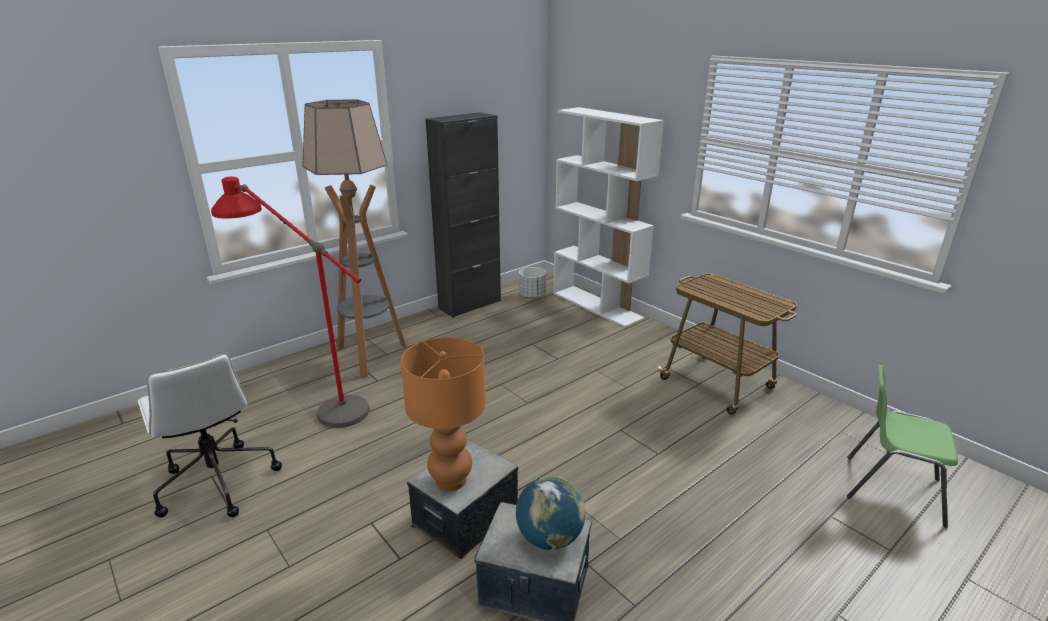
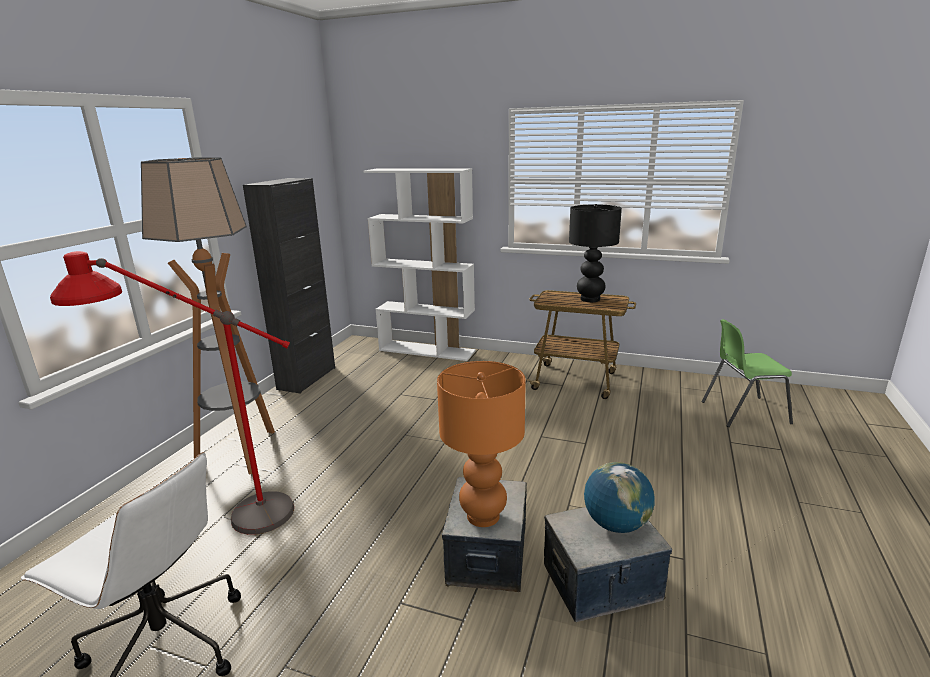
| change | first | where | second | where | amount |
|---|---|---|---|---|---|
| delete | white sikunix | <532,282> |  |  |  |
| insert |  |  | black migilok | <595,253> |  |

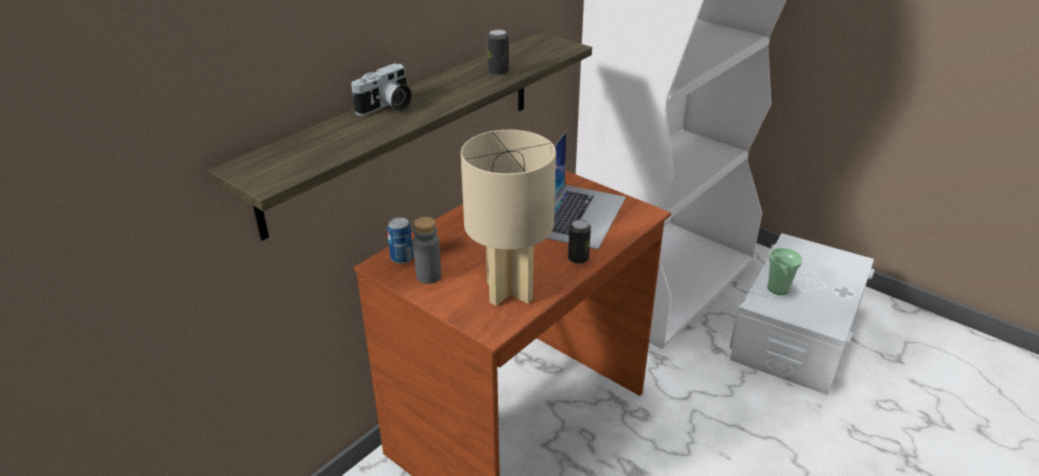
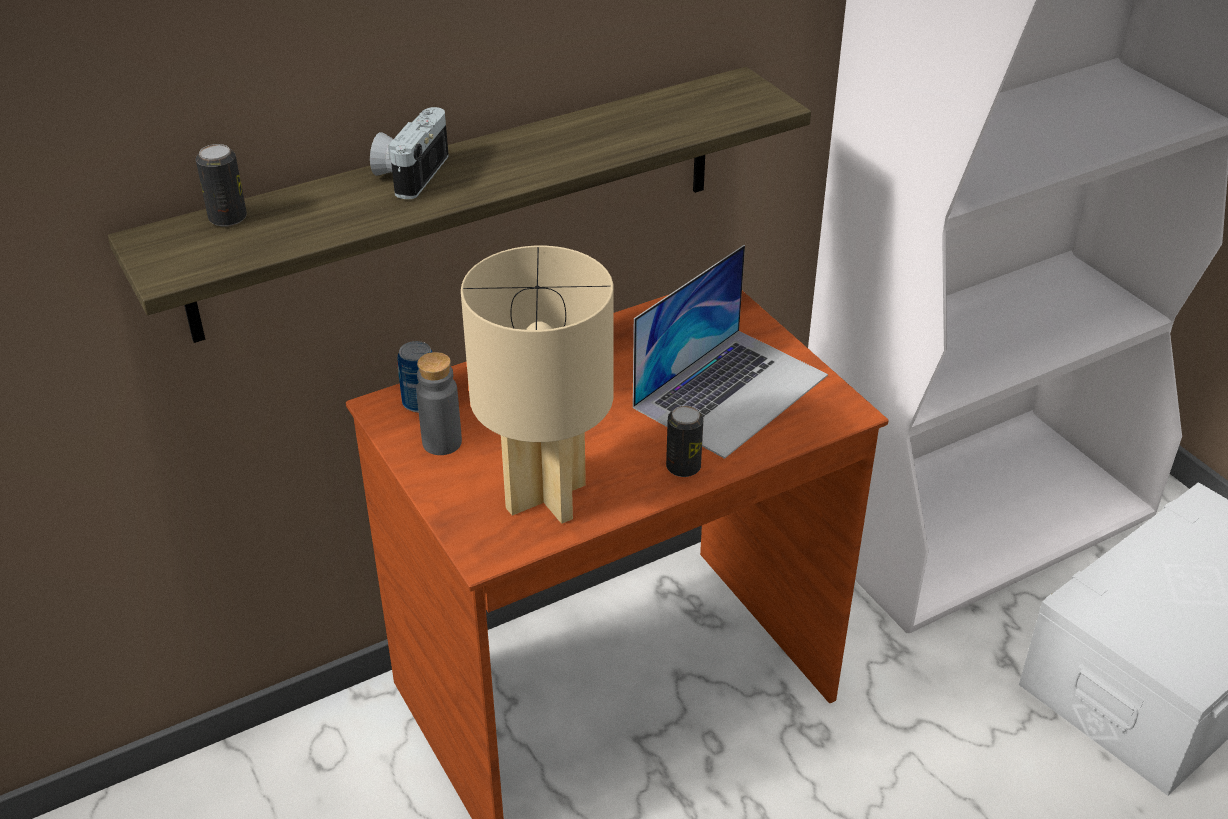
| change | first | where | second | where | amount |
|---|---|---|---|---|---|
| move | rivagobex | <498,52> |  | <221,185> |  |
| rotate | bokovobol | <381,89> |  | <409,153> | 135 degrees clockwise |
| delete | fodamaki | <785,271> |  |  |  |

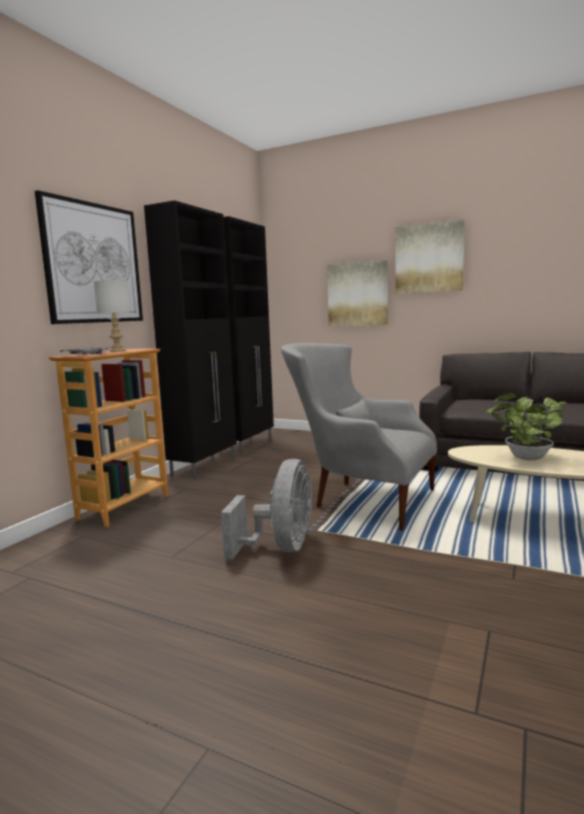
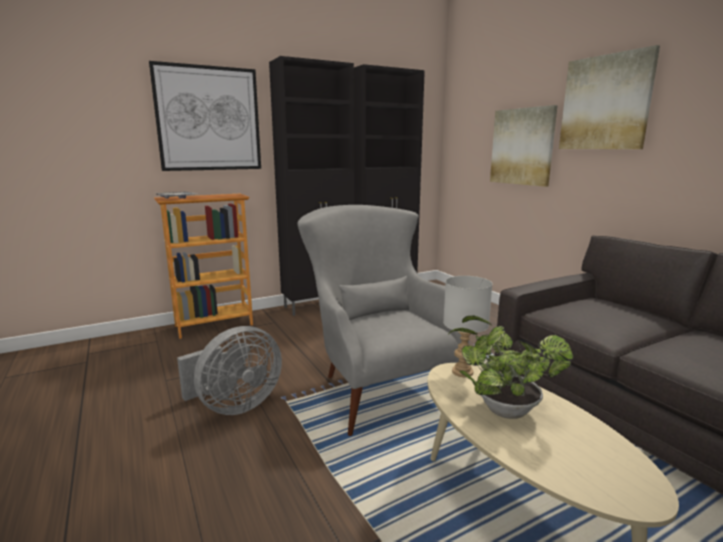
| change | first | where | second | where | amount |
|---|---|---|---|---|---|
| move | grey migilok | <112,316> |  | <468,326> |  |

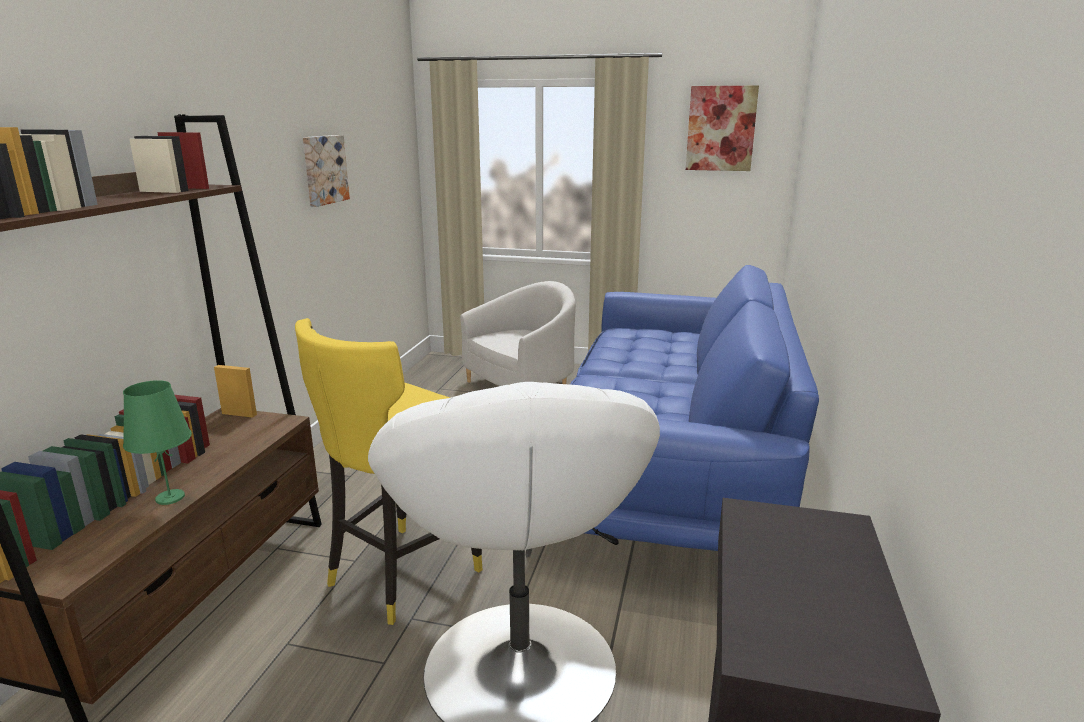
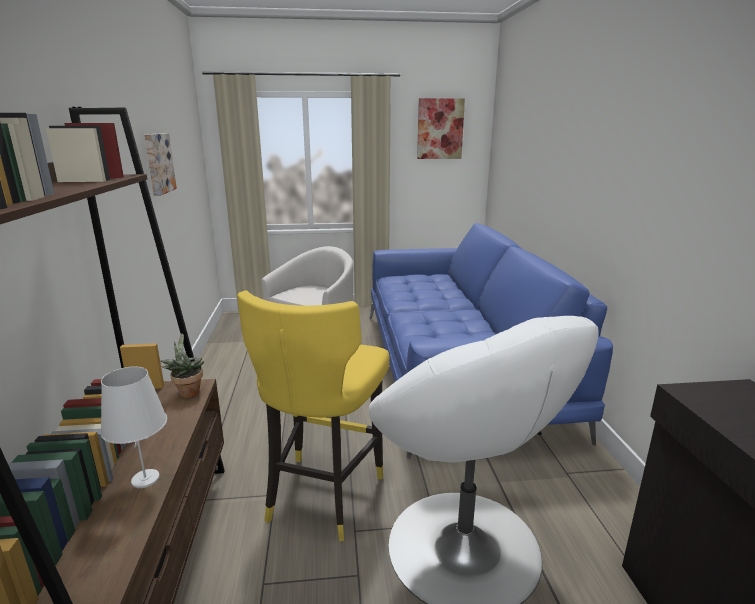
| change | first | where | second | where | amount |
|---|---|---|---|---|---|
| recolor | green migilok | <157,442> | white migilok | <133,427> |  |
| insert |  |  | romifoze | <182,365> |  |

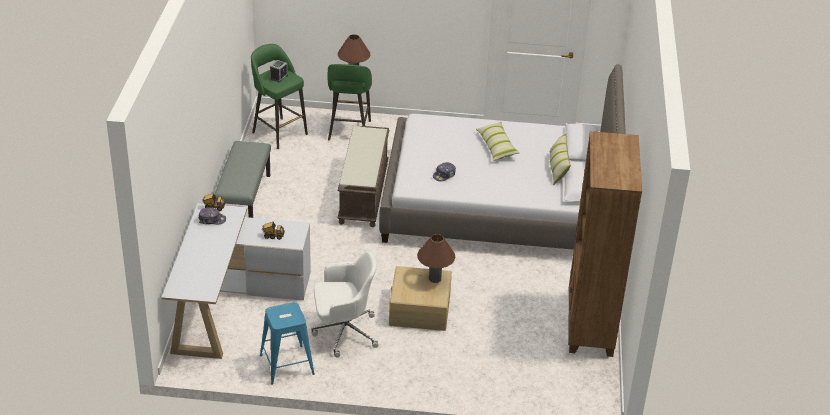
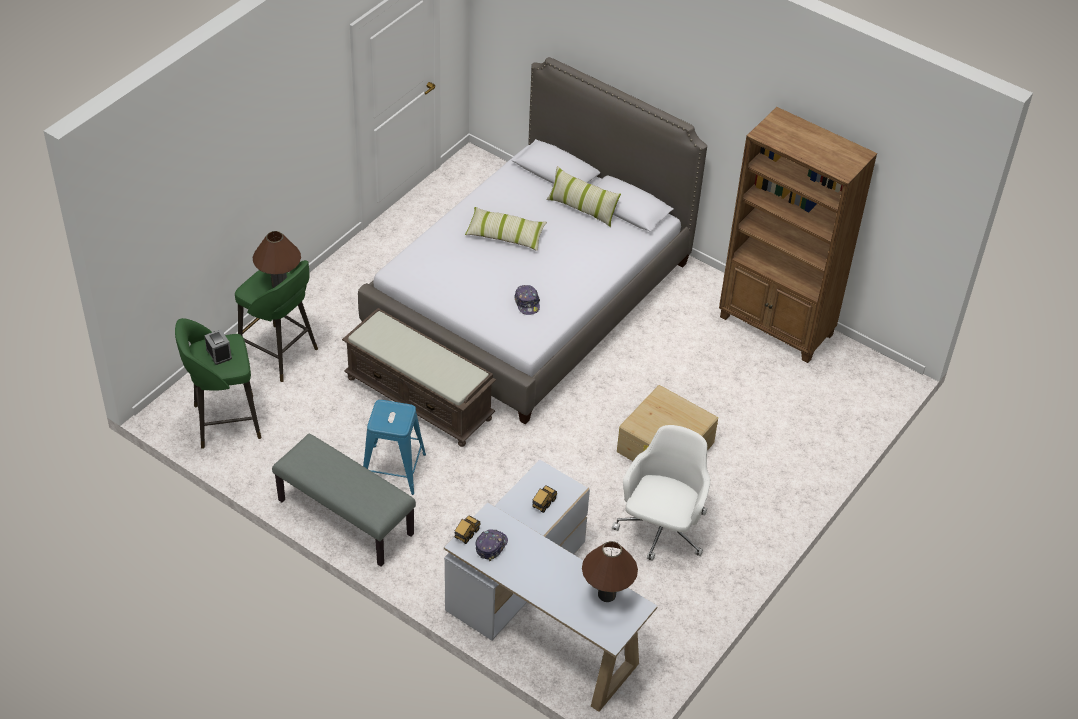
| change | first | where | second | where | amount |
|---|---|---|---|---|---|
| move | brown migilok | <436,258> |  | <610,571> |  |
| move | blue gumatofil | <287,343> |  | <394,447> |  |

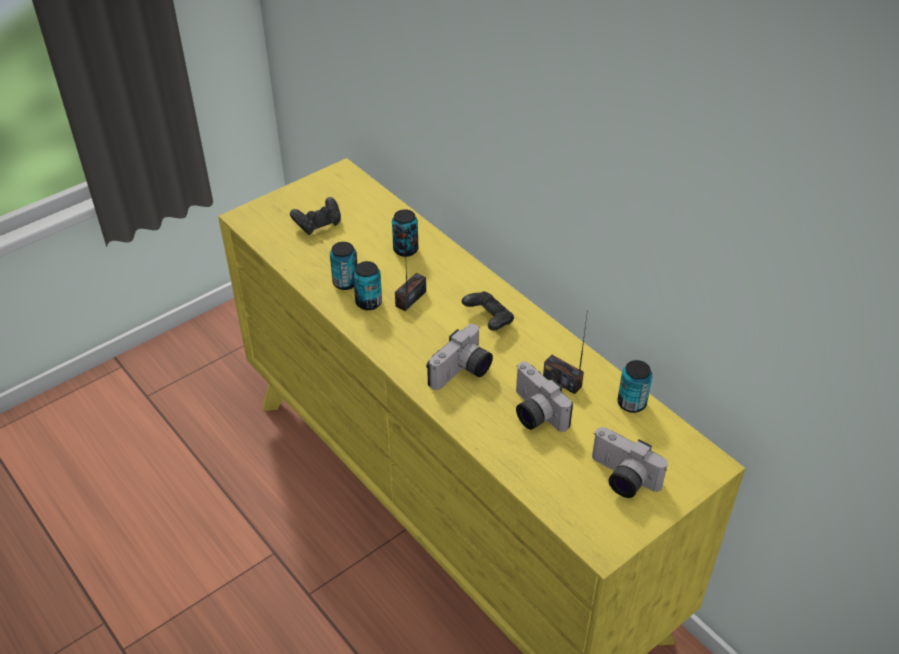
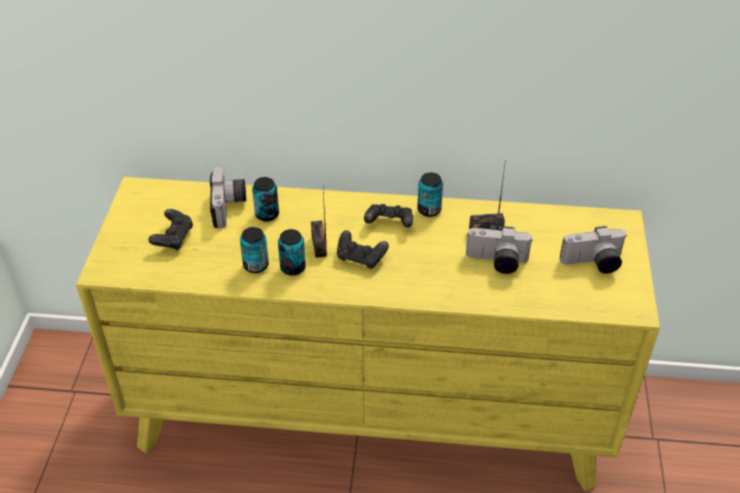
| change | first | where | second | where | amount |
|---|---|---|---|---|---|
| move | bokovobol | <459,357> |  | <228,197> |  |
| move | rivagobex | <634,386> |  | <430,194> |  |
| insert |  |  | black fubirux | <363,249> |  |

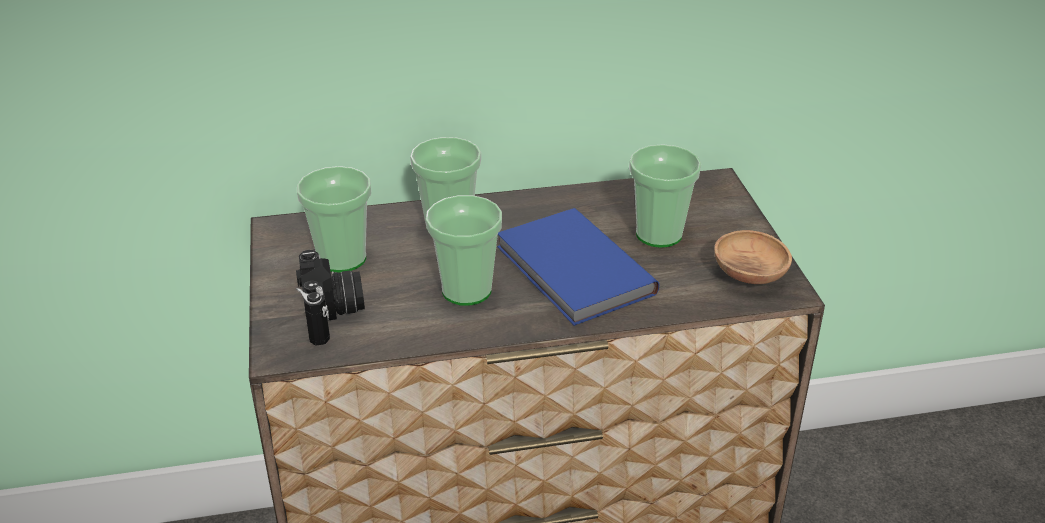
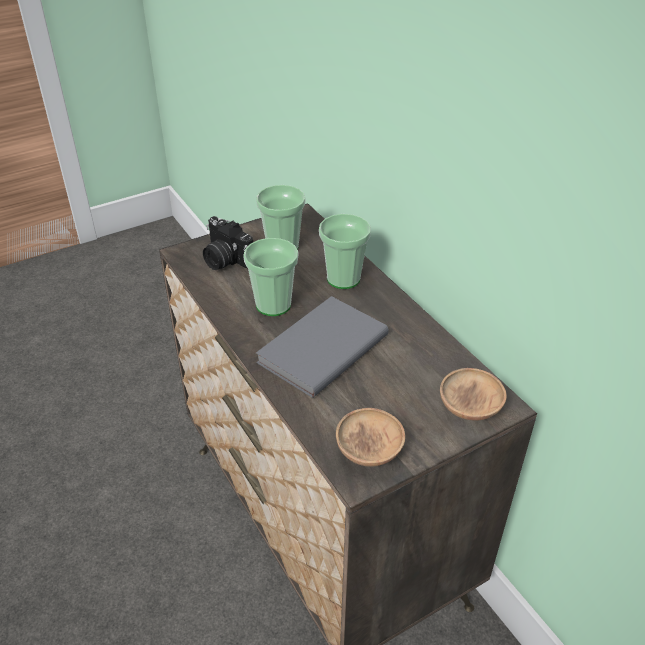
| change | first | where | second | where | amount |
|---|---|---|---|---|---|
| delete | fodamaki | <665,196> |  |  |  |
| recolor | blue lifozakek | <578,267> | grey lifozakek | <322,347> |  |
| rotate | bokovobol | <330,298> |  | <228,243> | 75 degrees clockwise |
| insert |  |  | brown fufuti | <473,394> |  |

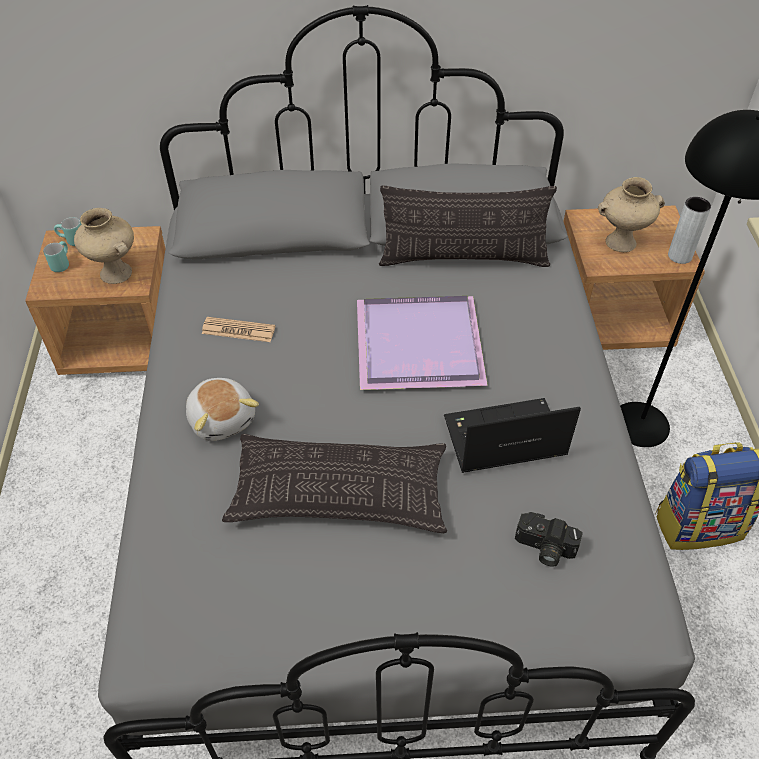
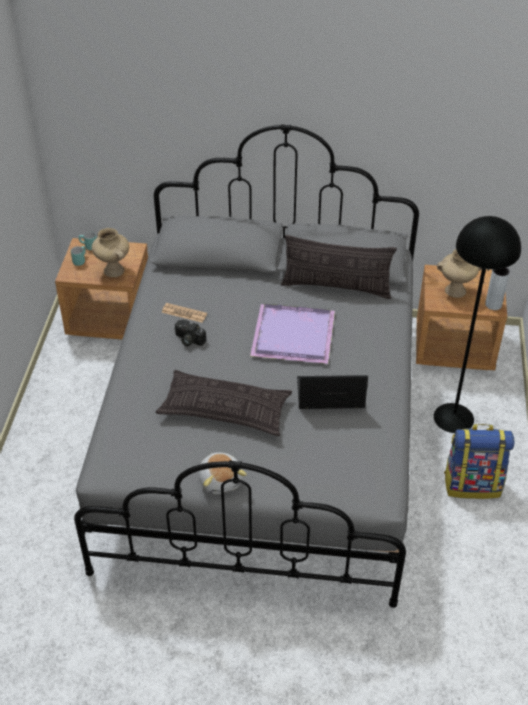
| change | first | where | second | where | amount |
|---|---|---|---|---|---|
| move | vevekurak | <222,409> |  | <222,473> |  |
| move | bokovobol | <549,539> |  | <190,332> |  |

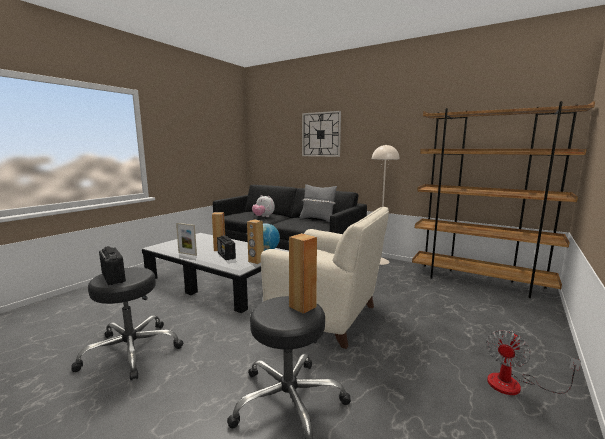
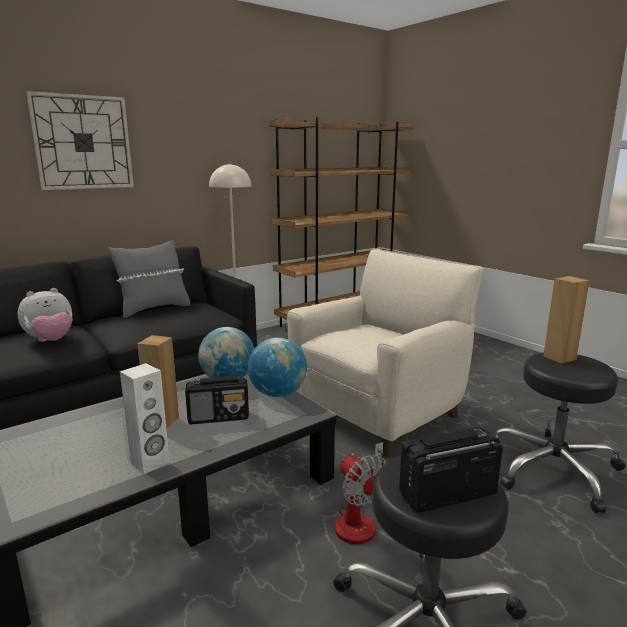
| change | first | where | second | where | amount |
|---|---|---|---|---|---|
| replace | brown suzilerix | <255,242> | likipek | <277,367> |  |
| replace | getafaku | <186,239> | white suzilerix | <145,418> |  |
| move | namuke | <533,362> |  | <361,493> |  |

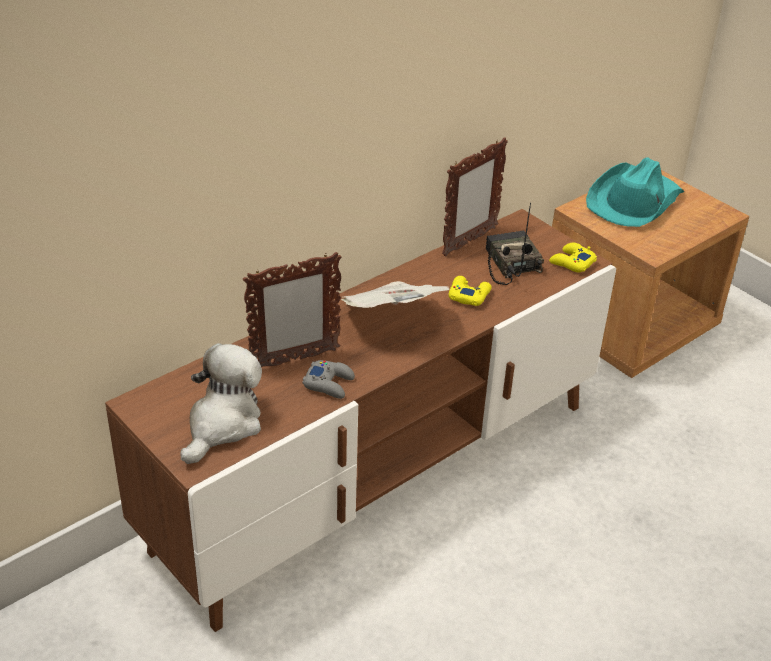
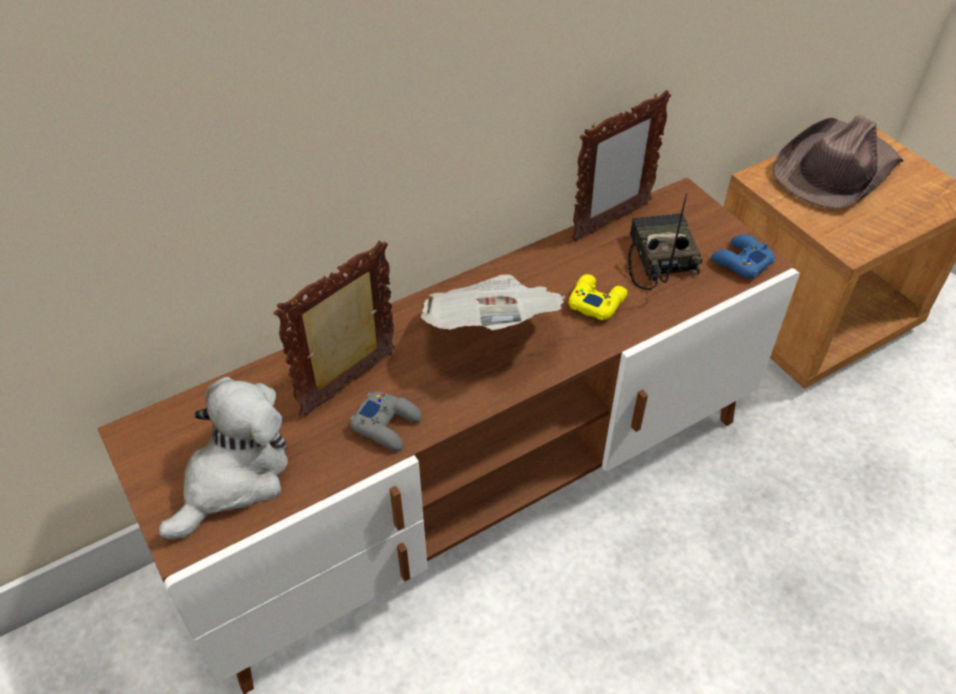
| change | first | where | second | where | amount |
|---|---|---|---|---|---|
| recolor | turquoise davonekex | <635,192> | brown davonekex | <838,162> |  |
| recolor | yellow fubirux | <573,257> | blue fubirux | <743,256> |  |
| rotate | getafaku | <292,309> |  | <334,328> | 150 degrees clockwise |

